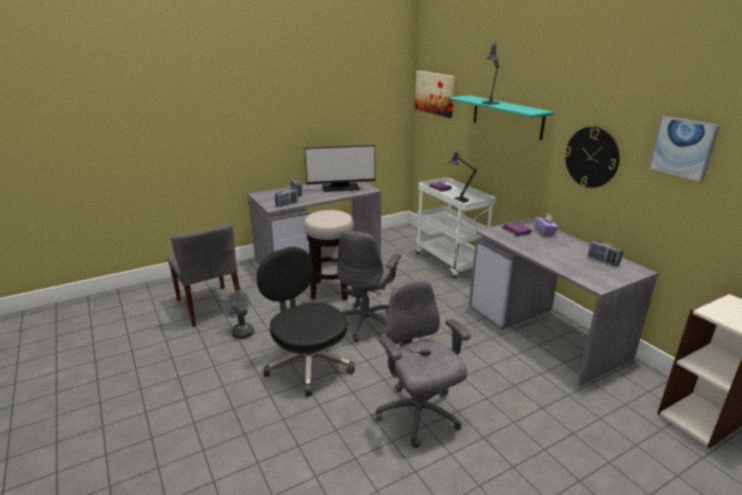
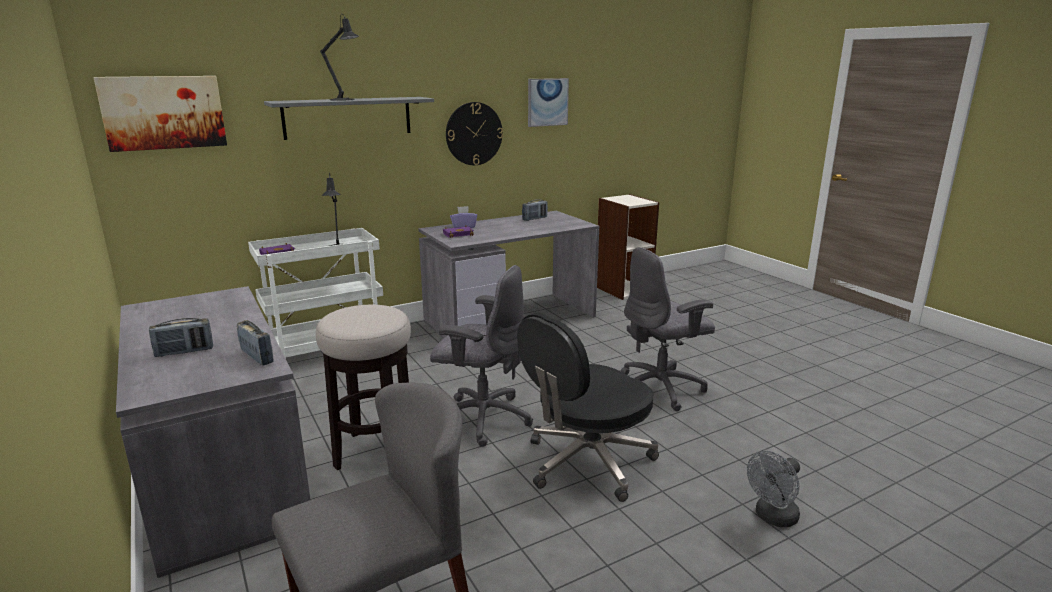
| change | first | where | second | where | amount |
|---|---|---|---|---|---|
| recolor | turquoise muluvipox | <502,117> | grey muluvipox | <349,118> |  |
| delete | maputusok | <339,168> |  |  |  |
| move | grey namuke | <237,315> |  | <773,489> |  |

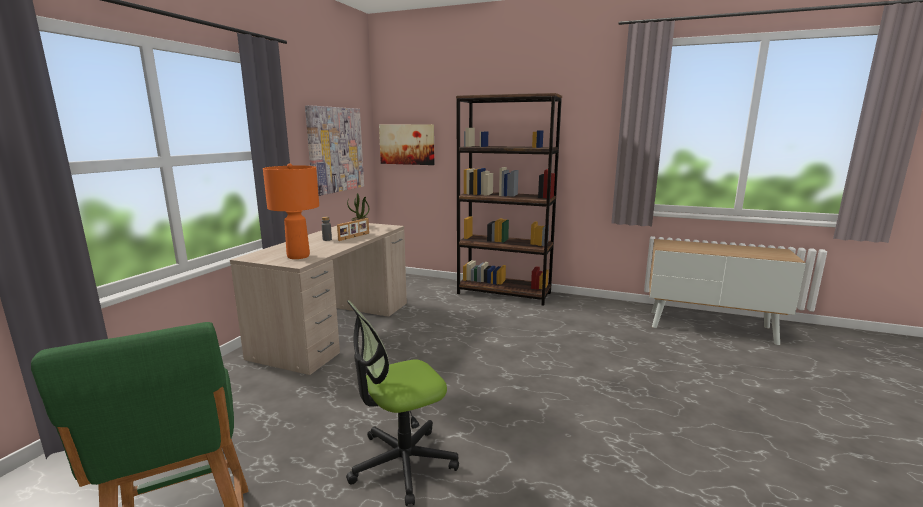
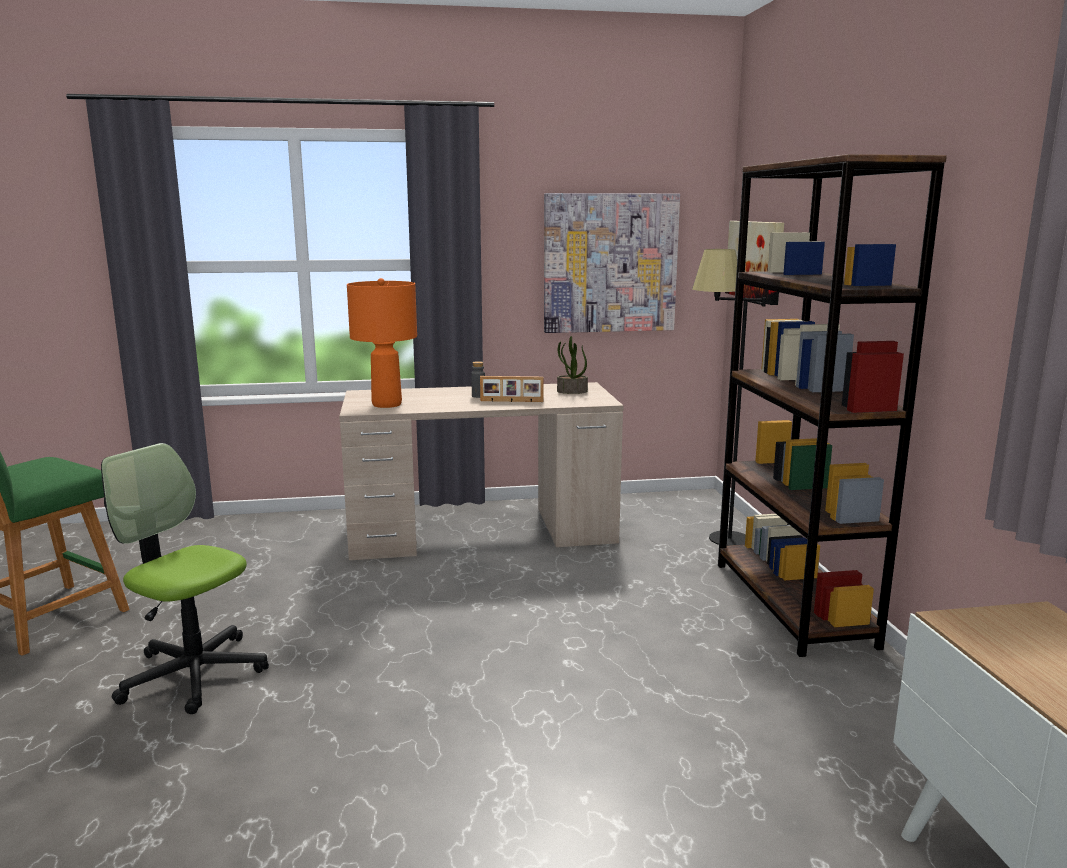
| change | first | where | second | where | amount |
|---|---|---|---|---|---|
| insert |  |  | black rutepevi | <729,397> |  |

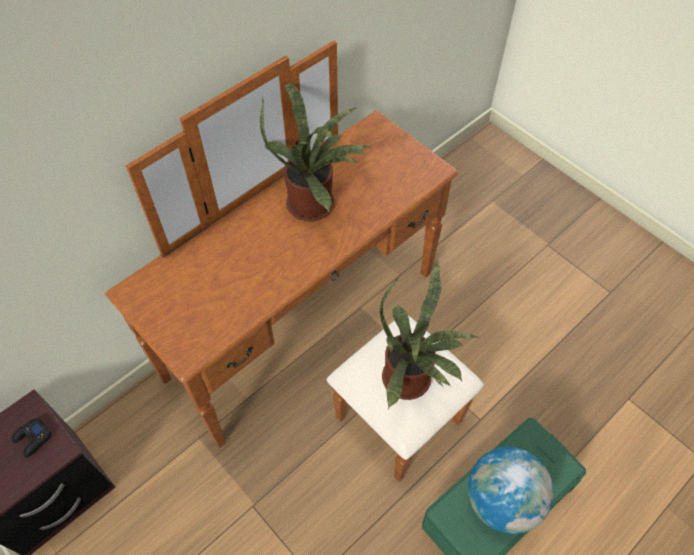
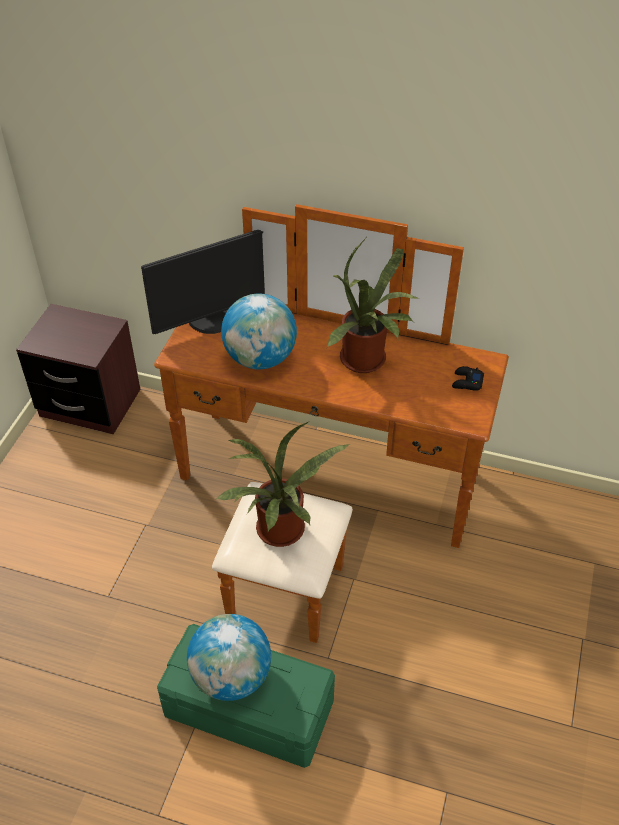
| change | first | where | second | where | amount |
|---|---|---|---|---|---|
| move | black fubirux | <31,438> |  | <468,378> |  |
| insert |  |  | maputusok | <203,282> |  |
| insert |  |  | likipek | <259,331> |  |

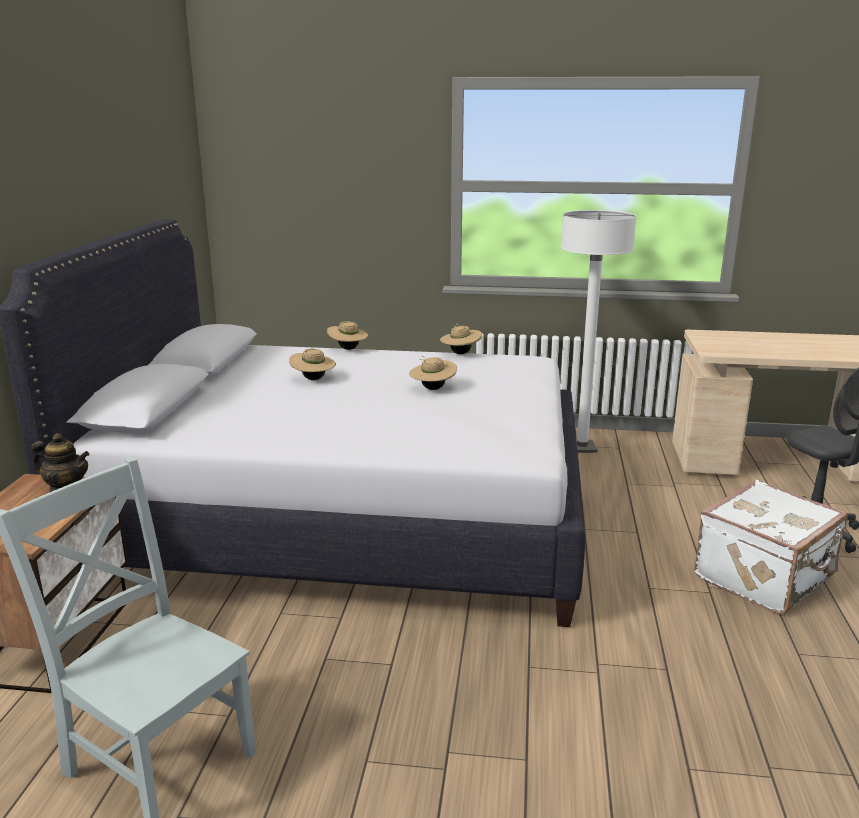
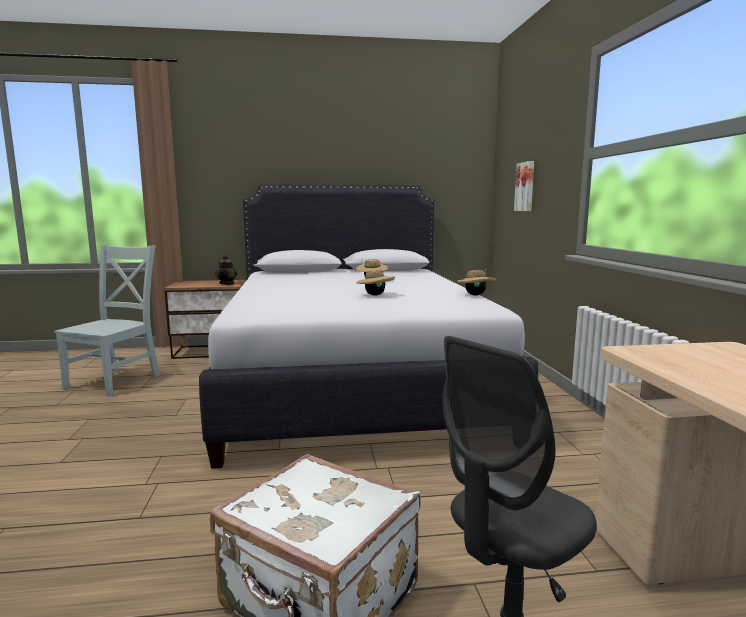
| change | first | where | second | where | amount |
|---|---|---|---|---|---|
| delete | white rutepevi | <599,331> |  |  |  |
| delete | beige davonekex | <348,335> |  |  |  |
| insert |  |  | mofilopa | <524,186> |  |

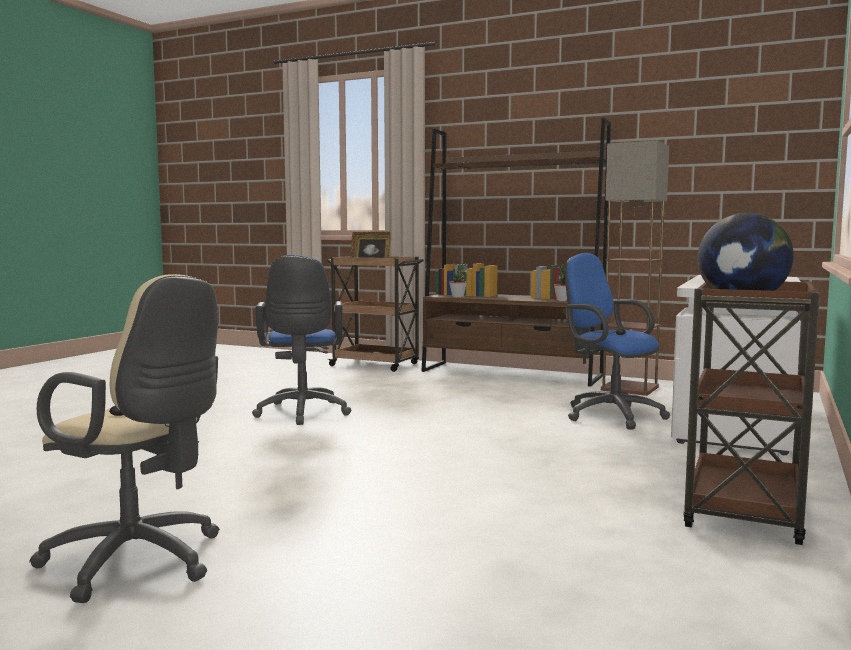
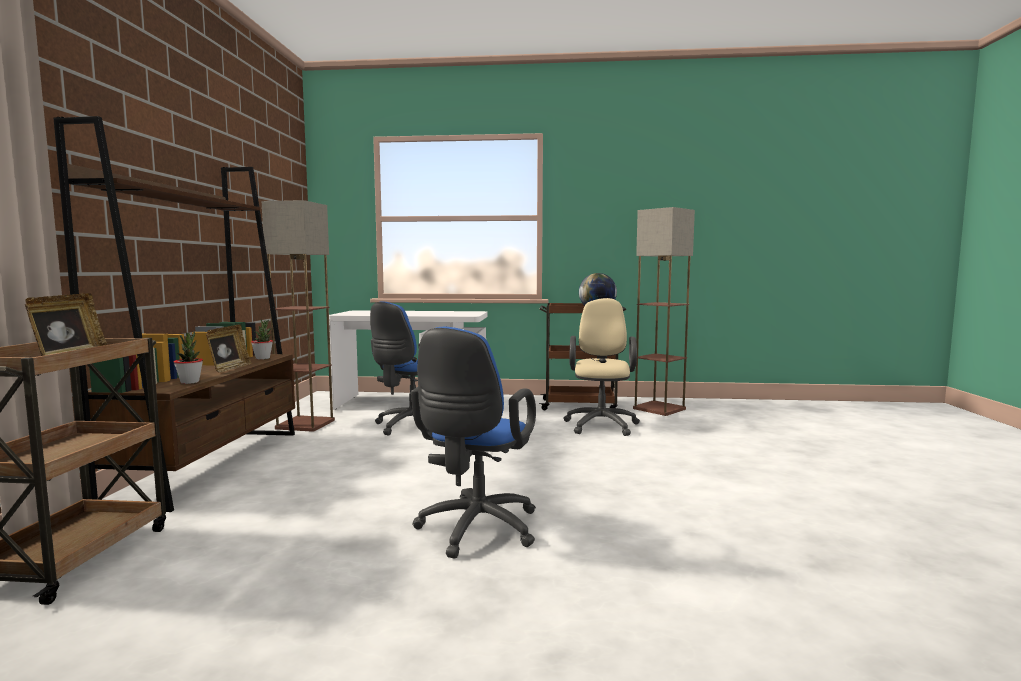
| change | first | where | second | where | amount |
|---|---|---|---|---|---|
| rotate | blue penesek | <302,340> |  | <473,443> | 135 degrees clockwise |
| move | beige penesek | <124,438> |  | <601,367> |  |
| insert |  |  | rutepevi | <664,311> |  |
| insert |  |  | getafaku | <229,348> |  |

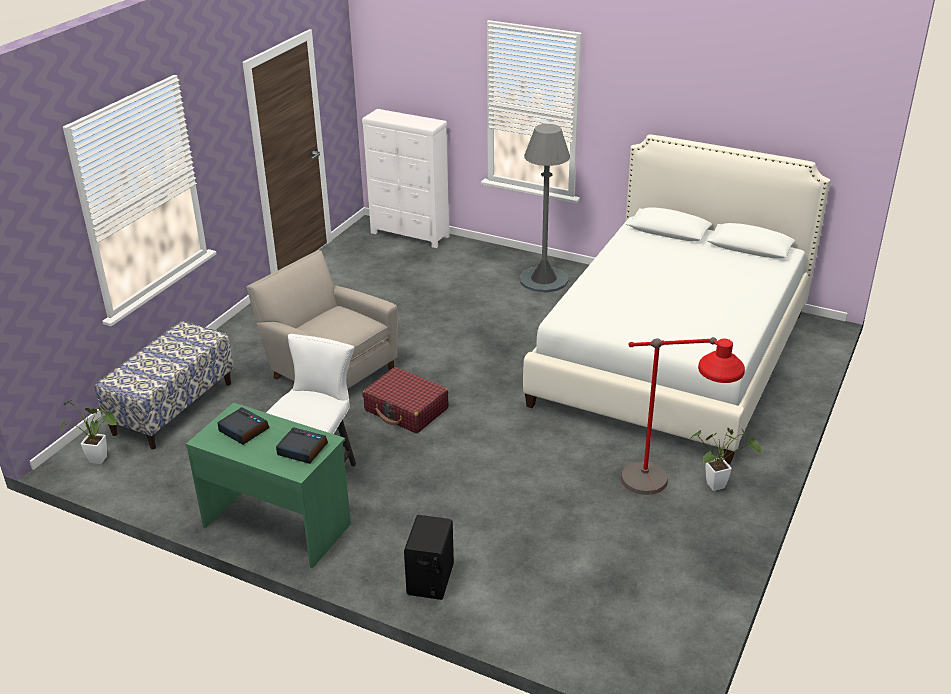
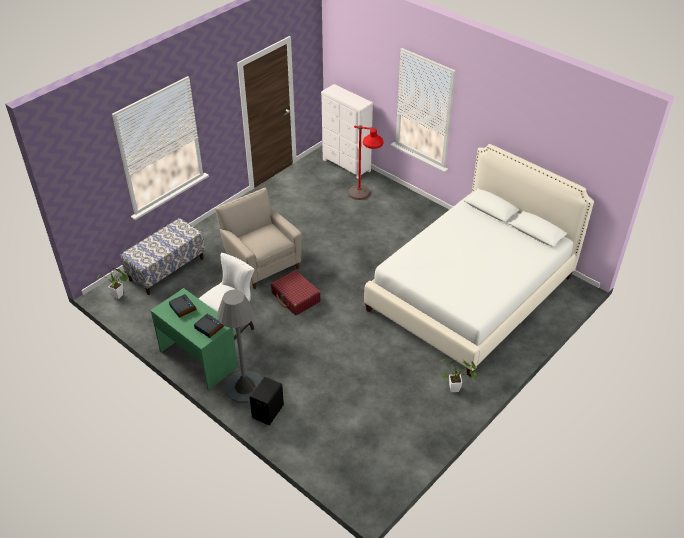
| change | first | where | second | where | amount |
|---|---|---|---|---|---|
| move | grey rutepevi | <545,208> |  | <240,346> |  |
| move | red rutepevi | <683,416> |  | <365,162> |  |

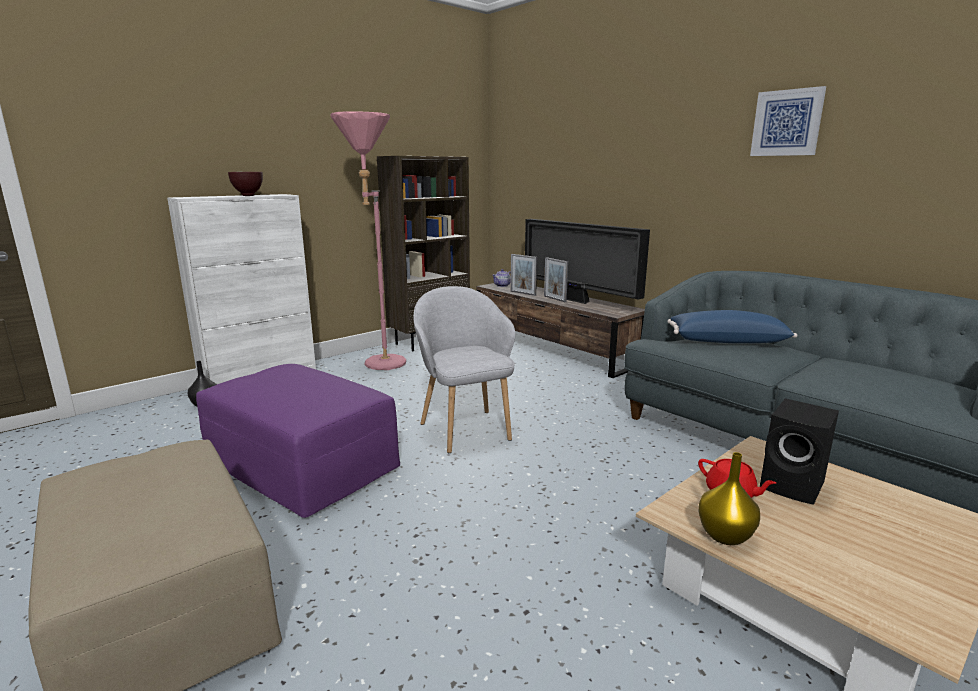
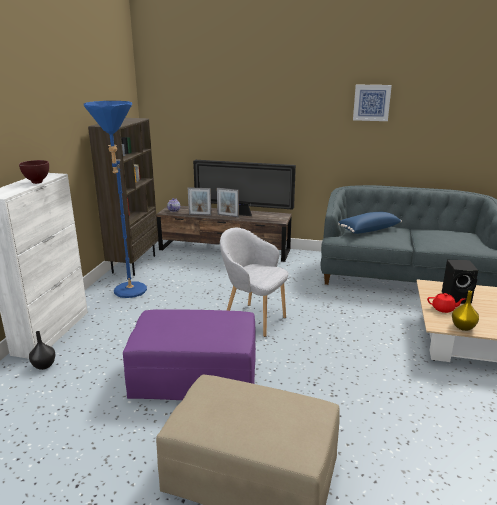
| change | first | where | second | where | amount |
|---|---|---|---|---|---|
| recolor | pink rutepevi | <368,240> | blue rutepevi | <115,199> |  |

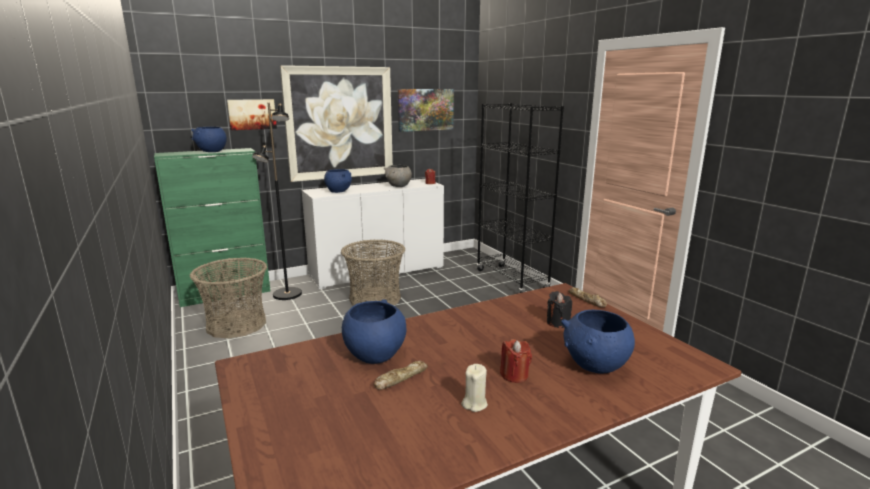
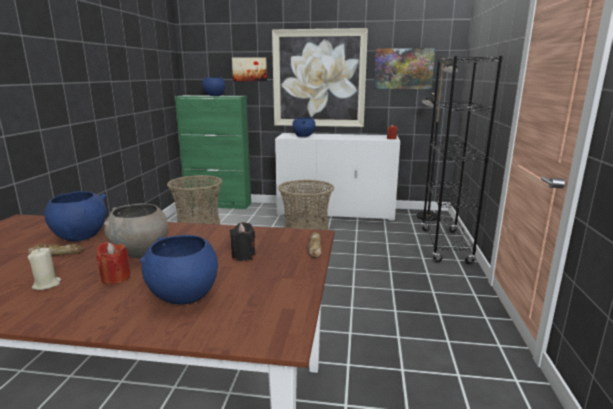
| change | first | where | second | where | amount |
|---|---|---|---|---|---|
| move | black rutepevi | <277,201> |  | <437,139> |  |
| move | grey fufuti | <398,176> |  | <136,230> |  |

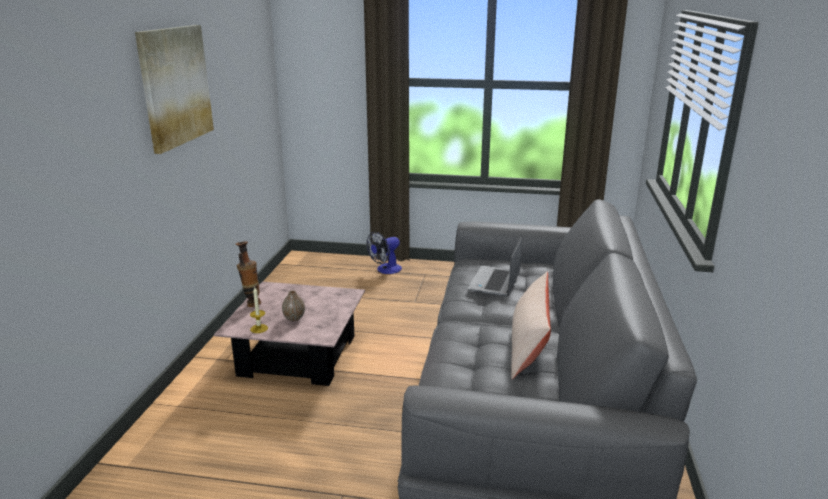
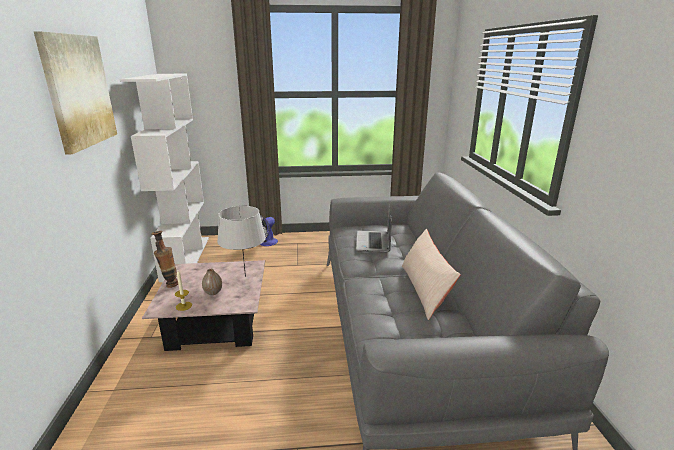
| change | first | where | second | where | amount |
|---|---|---|---|---|---|
| insert |  |  | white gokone | <164,178> |  |
| insert |  |  | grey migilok | <241,241> |  |

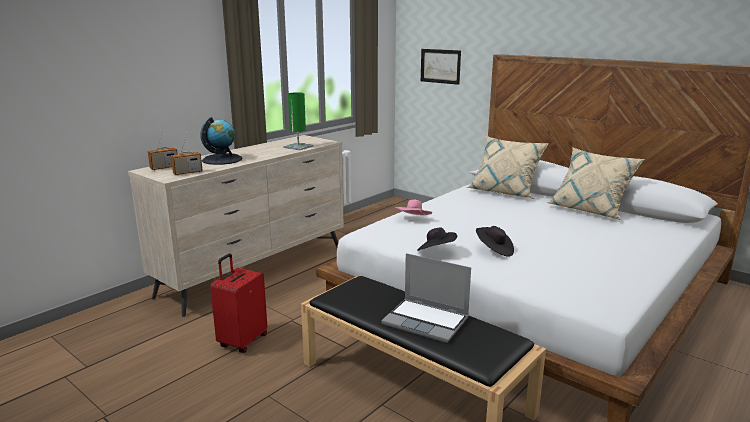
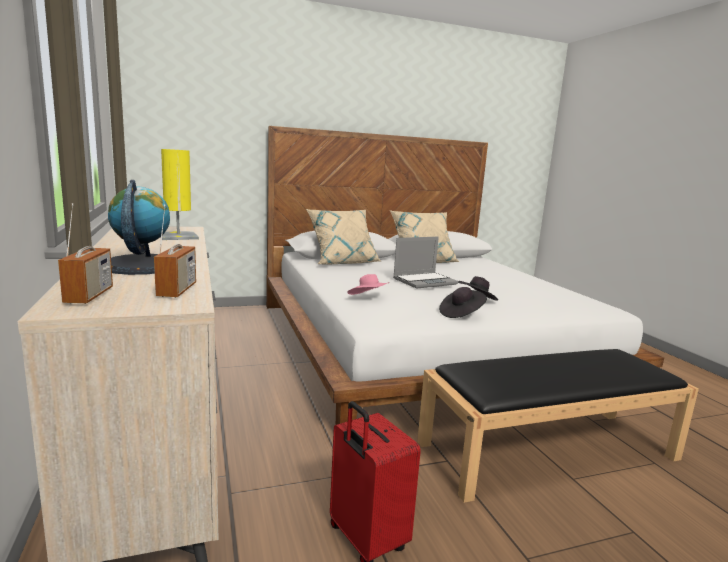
| change | first | where | second | where | amount |
|---|---|---|---|---|---|
| delete | mofilopa | <441,67> |  |  |  |
| recolor | green migilok | <298,121> | yellow migilok | <180,194> |  |
| move | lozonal | <426,298> |  | <425,263> |  |

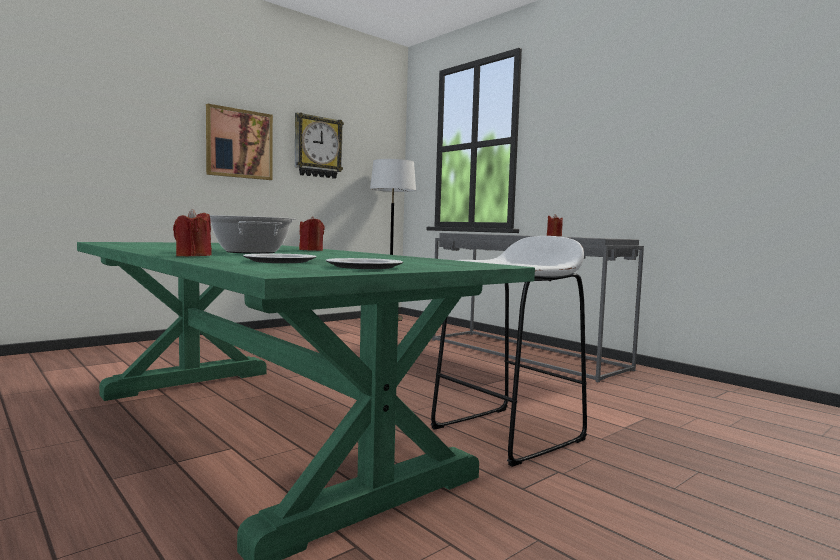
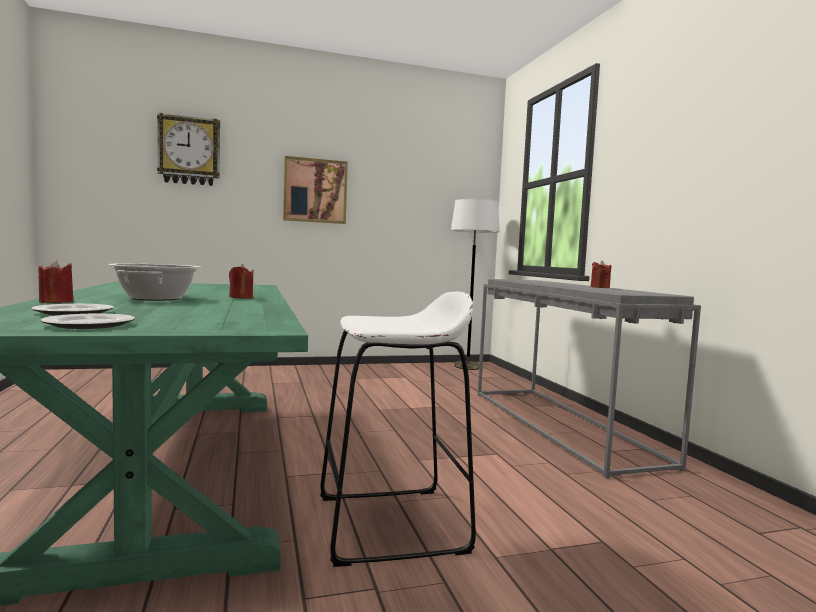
| change | first | where | second | where | amount |
|---|---|---|---|---|---|
| move | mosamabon | <319,145> |  | <188,149> |  |

